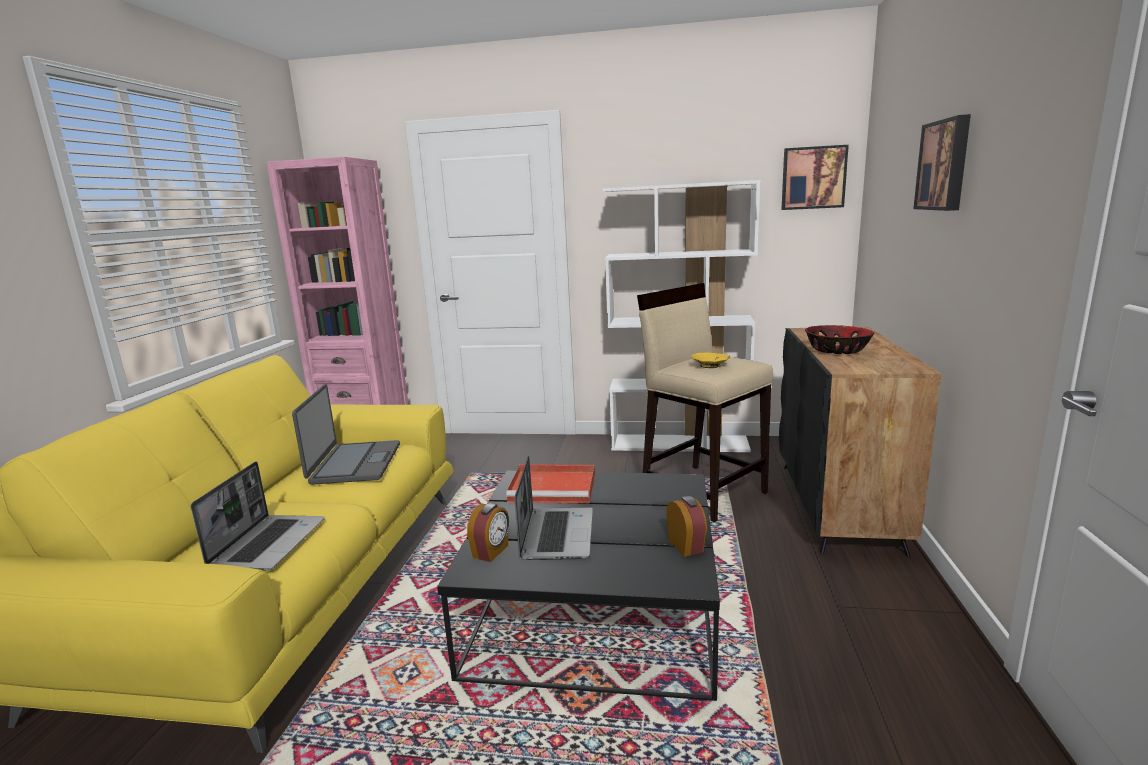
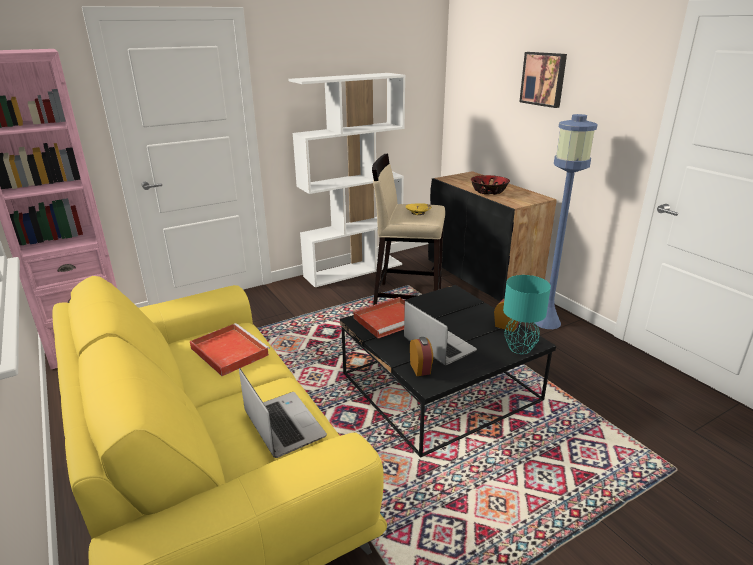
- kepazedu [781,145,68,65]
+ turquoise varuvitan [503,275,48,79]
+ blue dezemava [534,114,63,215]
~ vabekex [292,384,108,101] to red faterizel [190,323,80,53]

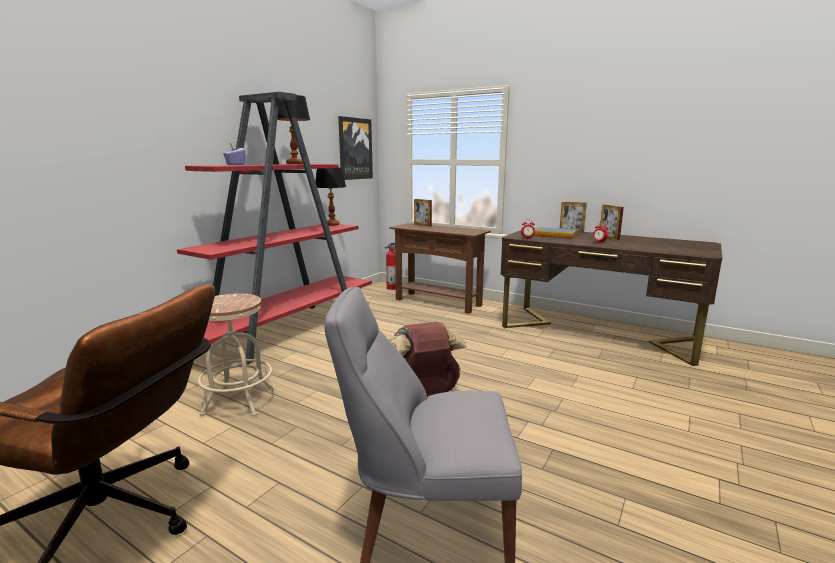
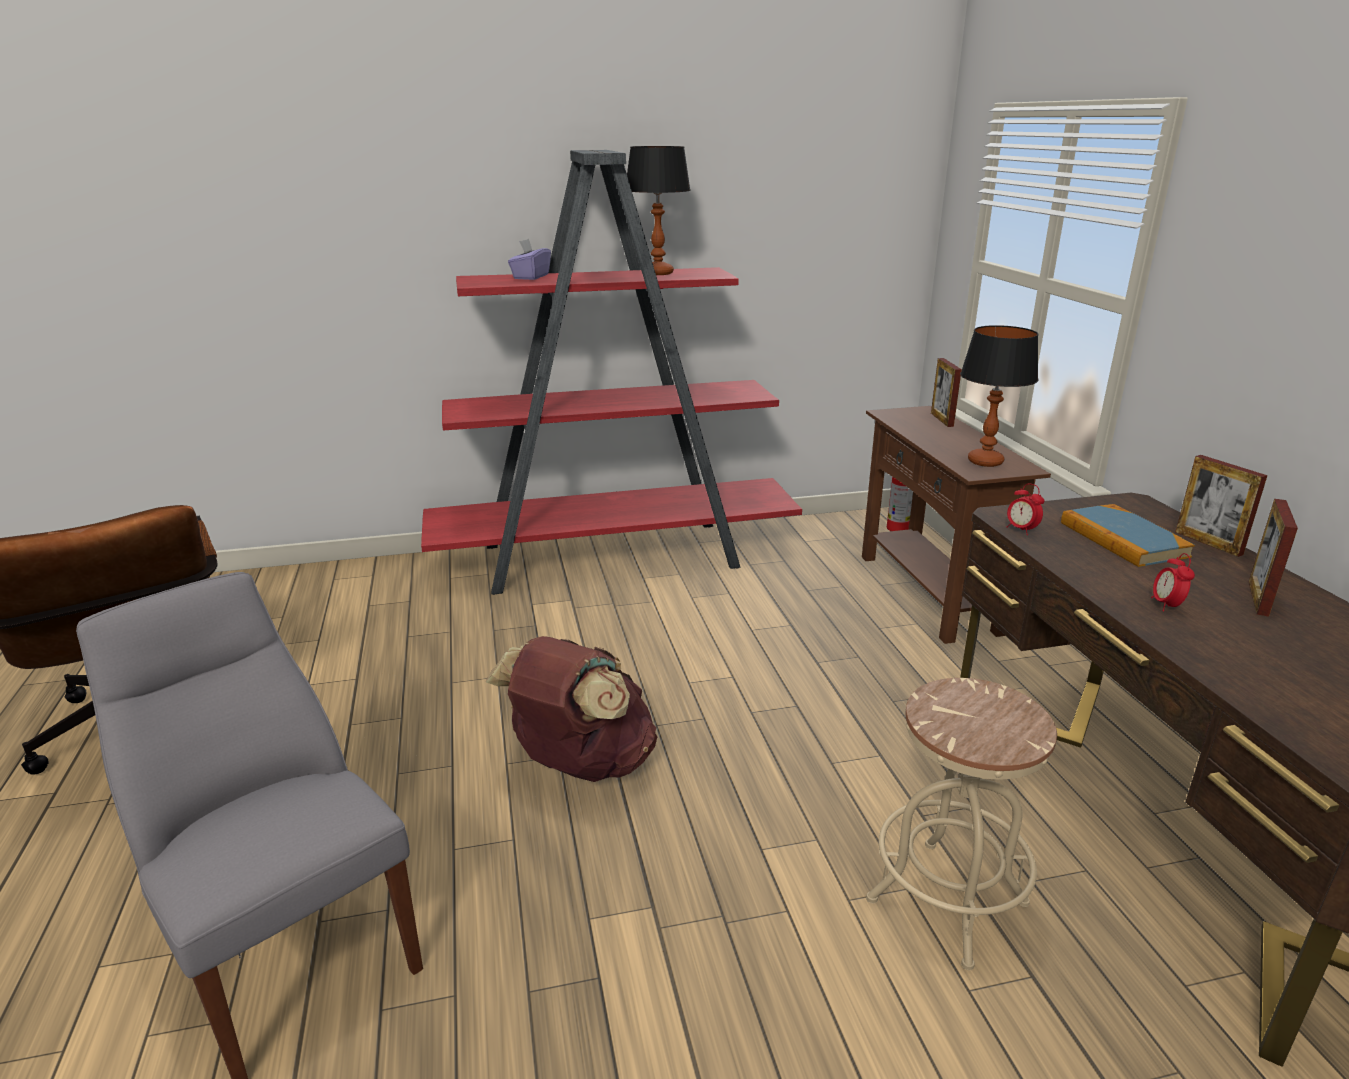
- kepazedu [338,116,35,64]
~ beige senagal [198,293,76,124] to [866,678,191,293]
~ varuvitan [315,167,31,59] to [960,325,78,142]

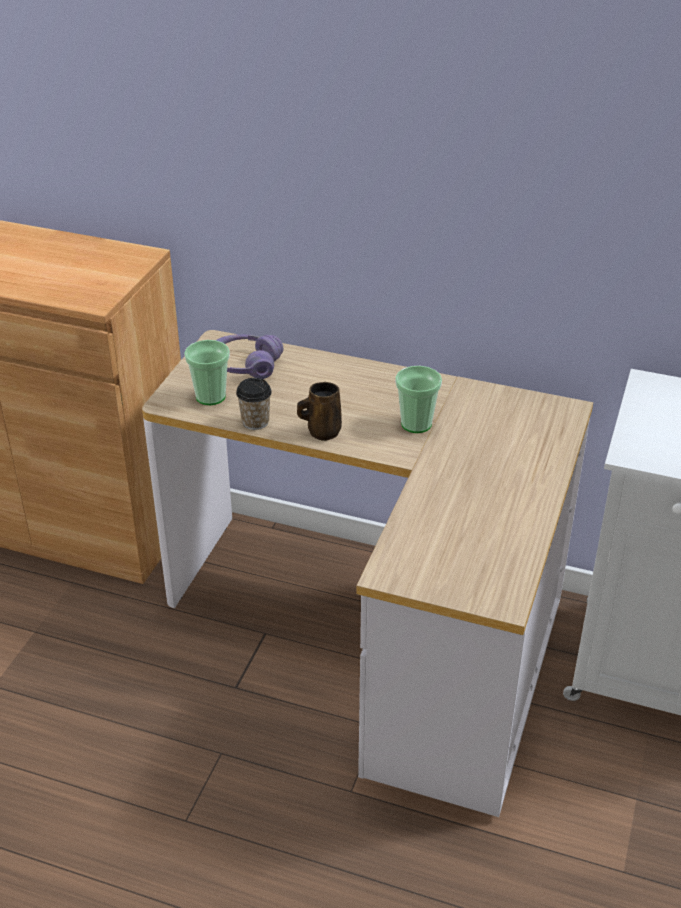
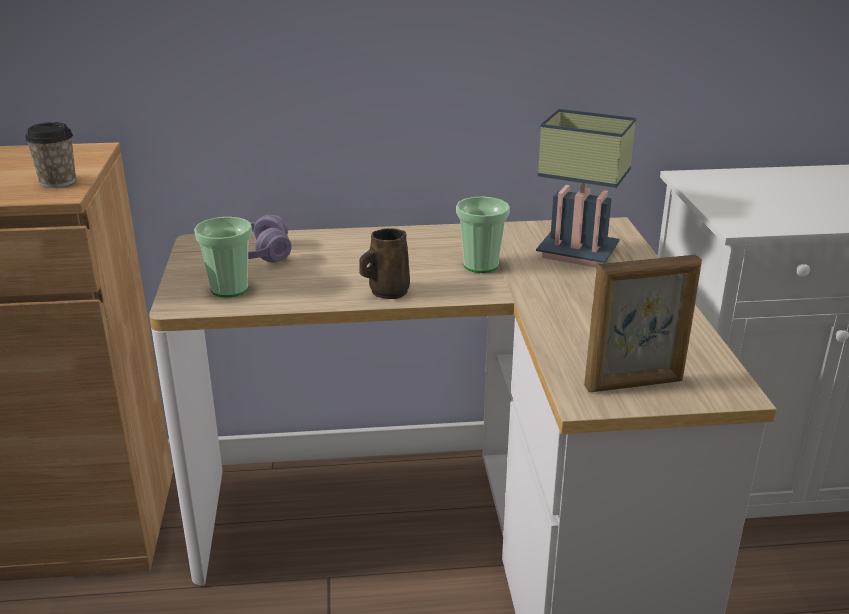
+ varuvitan [536,109,100,159]
+ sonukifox [584,255,118,137]
~ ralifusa [236,378,36,52] to [25,122,51,66]

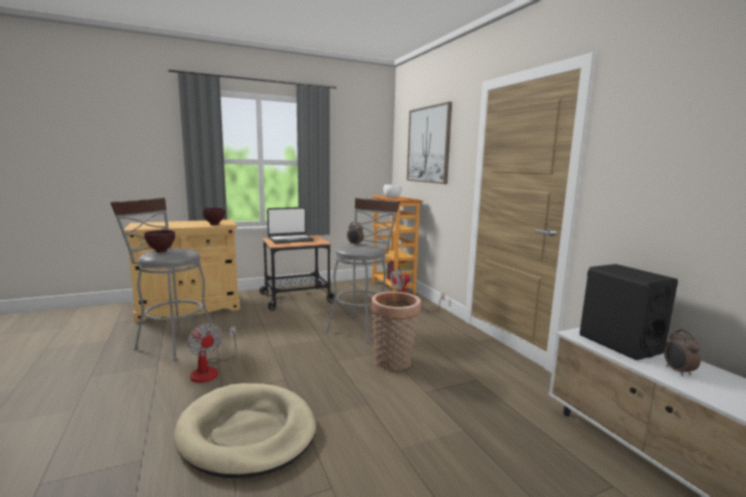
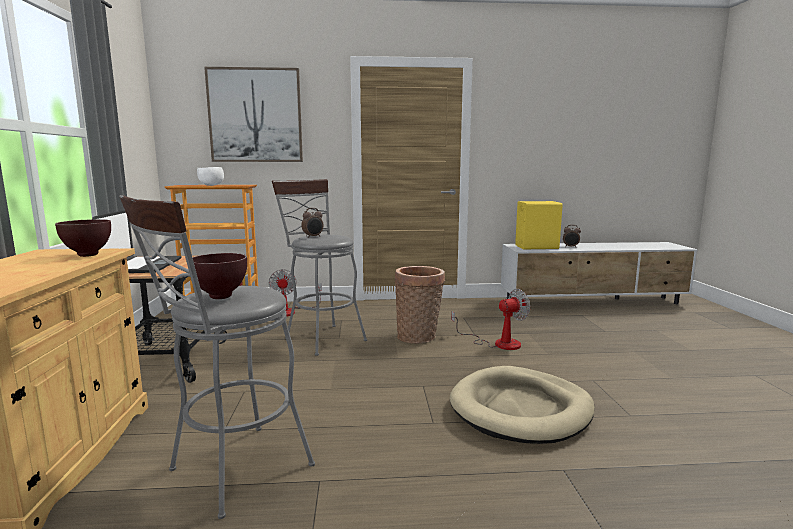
~ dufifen [187,323,50,60] to [451,289,80,61]
~ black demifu [580,264,98,96] to yellow demifu [515,201,48,48]

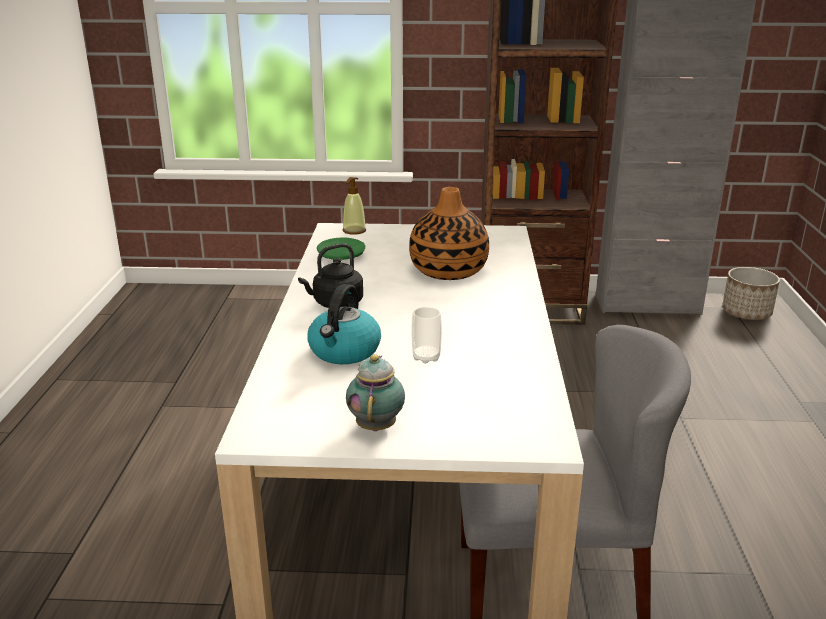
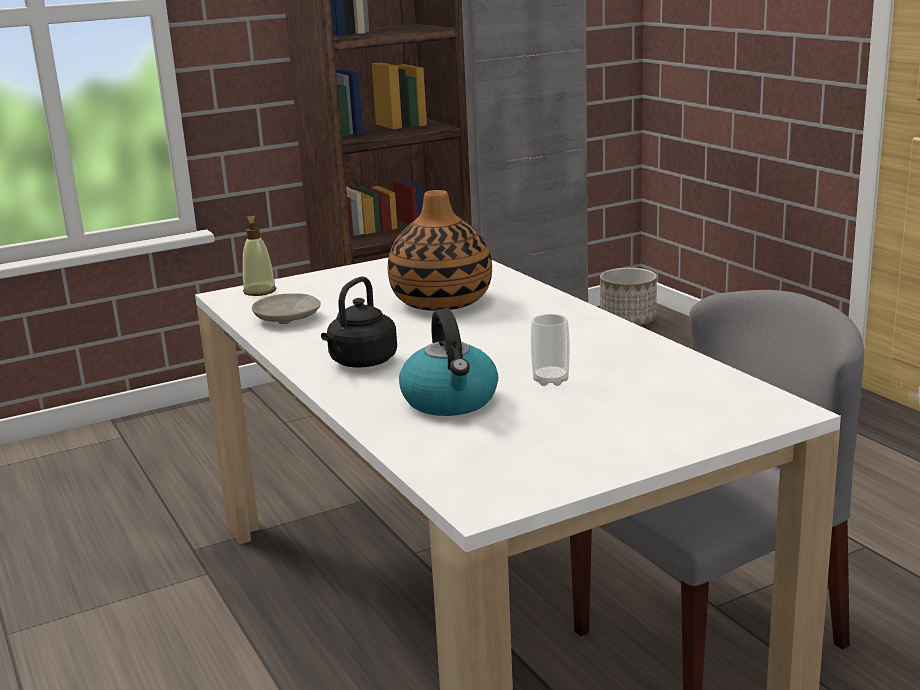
- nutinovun [346,354,59,77]
~ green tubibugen [317,238,48,22] to beige tubibugen [252,293,69,31]

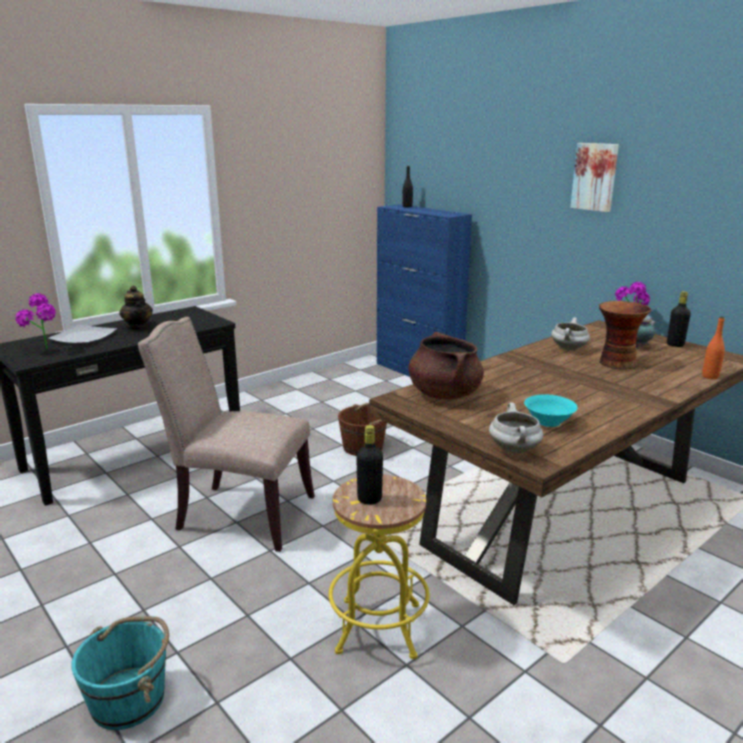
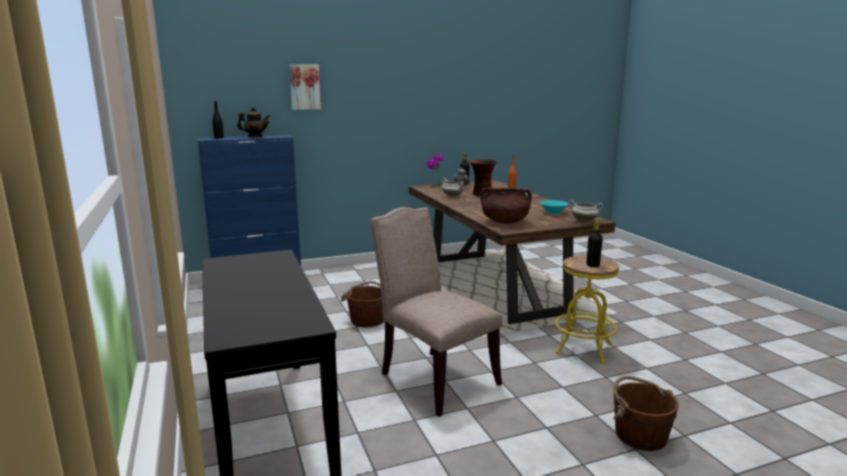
- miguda [15,293,41,56]
- tubibugen [48,325,69,19]
~ nutinovun [119,286,34,44] to [237,107,33,30]
~ kepazedu [570,143,49,69] to [289,64,32,46]
~ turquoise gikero [71,616,98,114] to brown gikero [613,376,66,75]
~ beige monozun [138,317,177,235] = [370,207,132,210] 105 degrees clockwise

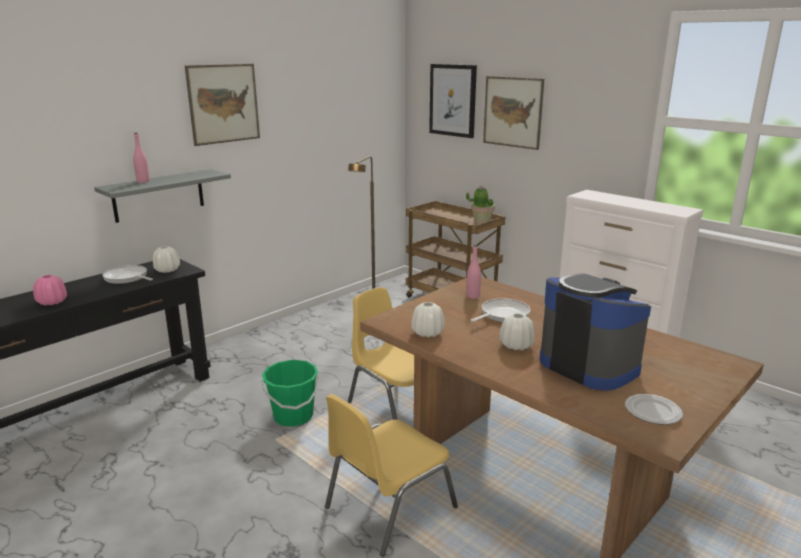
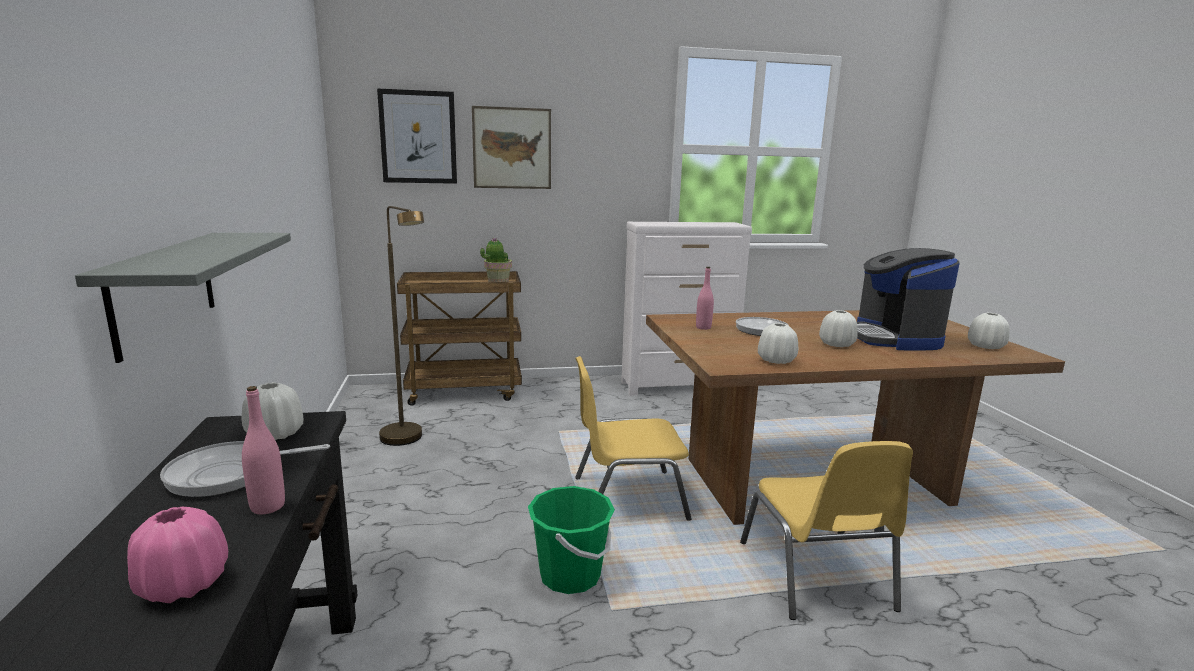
- kepazedu [185,64,75,82]
~ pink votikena [133,133,16,50] to [242,386,43,128]
~ tubibugen [625,394,58,31] to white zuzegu [968,313,42,36]
~ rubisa [540,273,111,118] = [857,248,103,103] 90 degrees counterclockwise

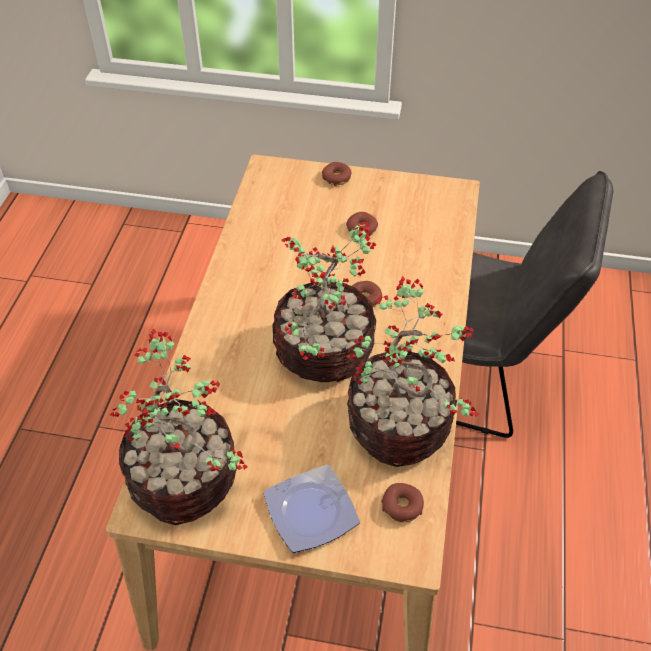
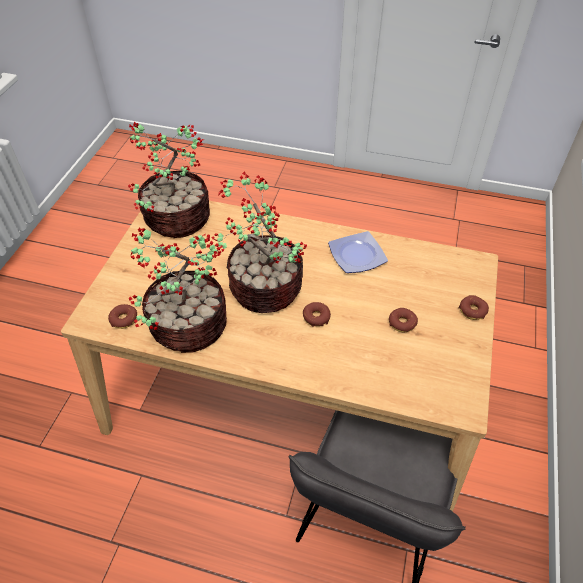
~ tubibugen [263,465,97,88] to [328,231,60,42]

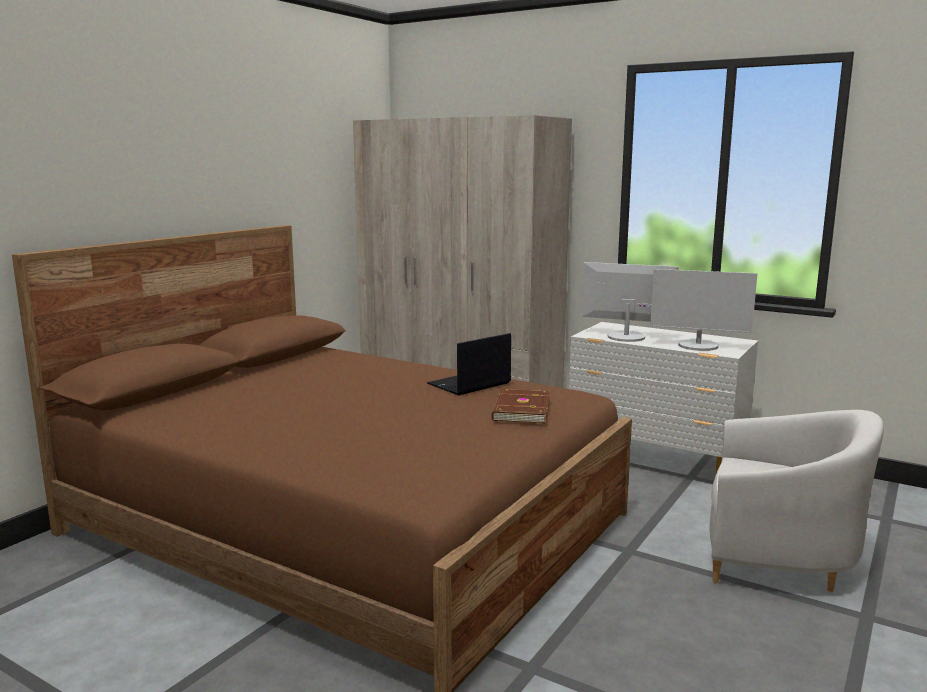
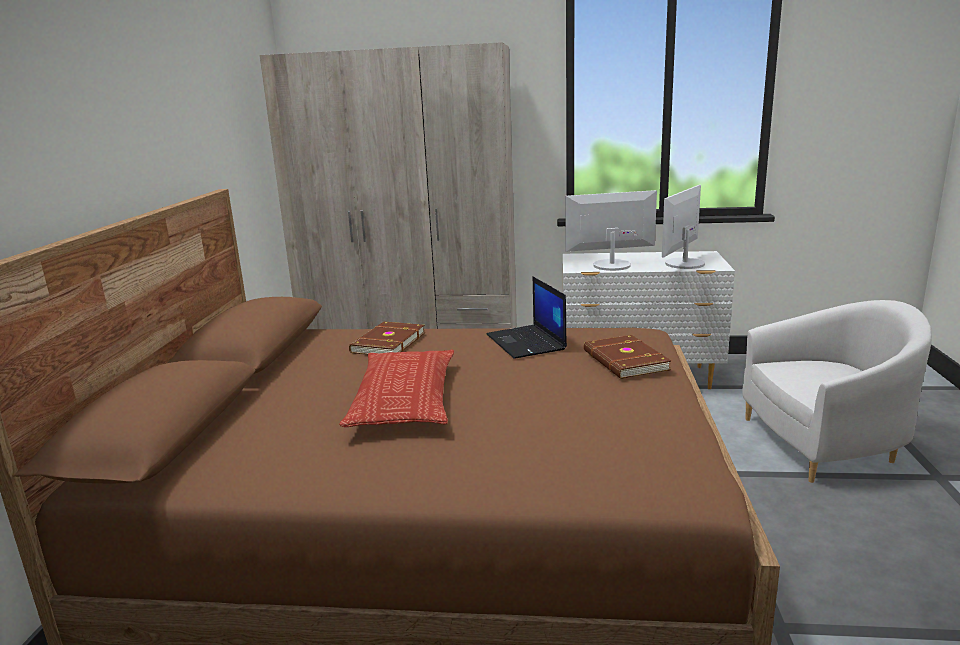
+ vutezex [339,349,115,78]
+ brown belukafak [349,321,76,34]
~ vabekex [427,333,84,62] = [487,276,80,82] 45 degrees counterclockwise
~ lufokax [650,269,107,82] = [662,185,43,84] 135 degrees clockwise

